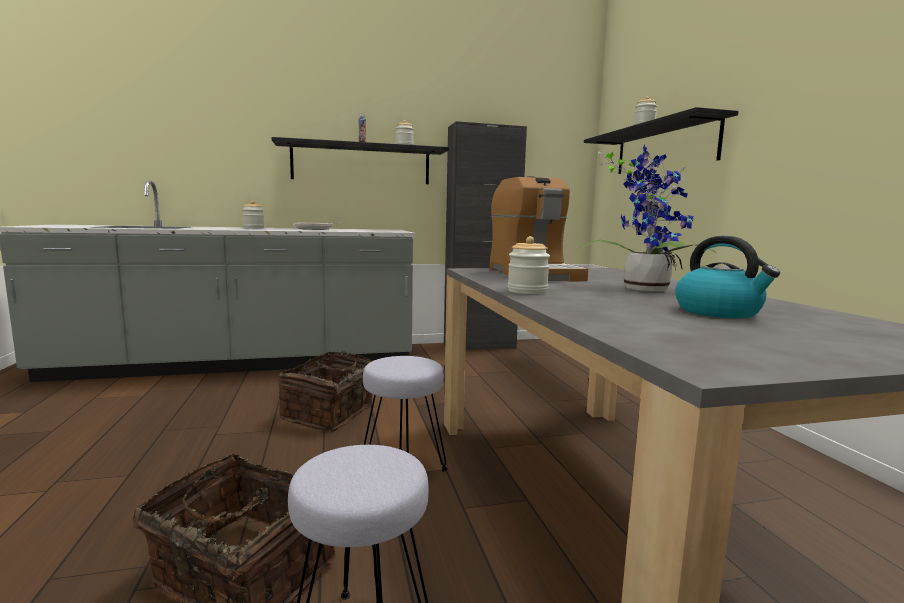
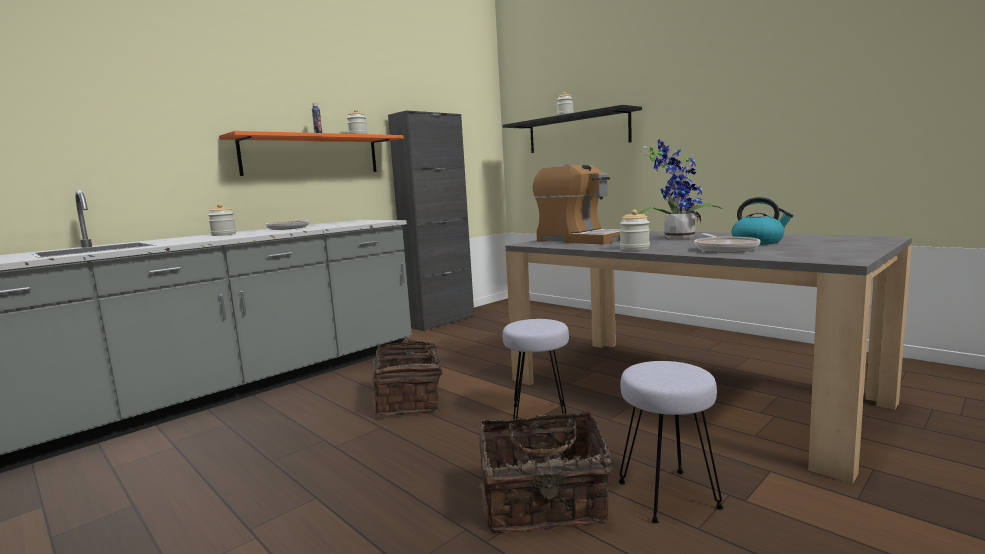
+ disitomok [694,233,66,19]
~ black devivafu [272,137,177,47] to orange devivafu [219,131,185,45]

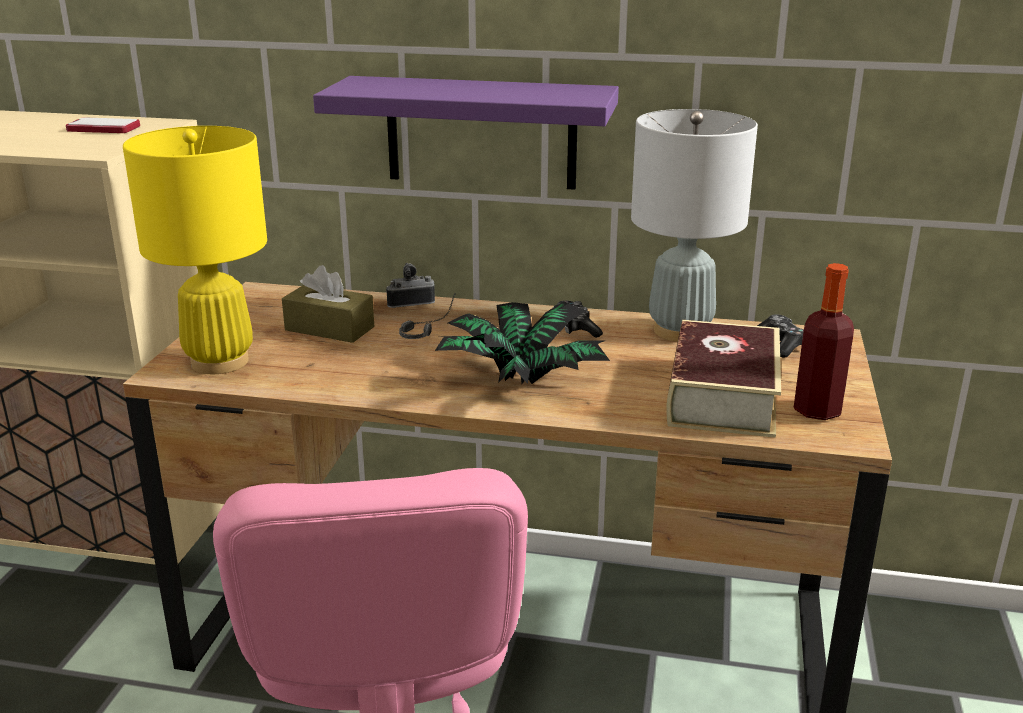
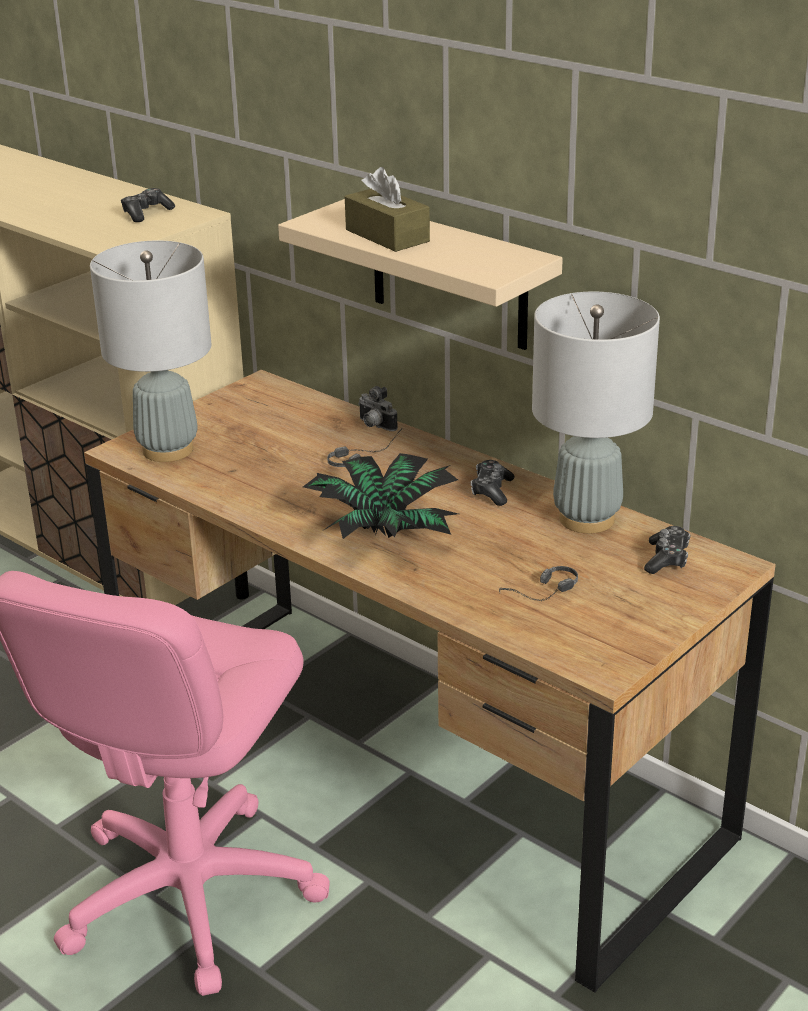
- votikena [794,263,60,157]
~ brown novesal [282,265,92,78] to [345,167,85,85]
~ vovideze [66,117,74,16] to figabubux [121,188,54,34]
~ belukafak [666,320,115,118] to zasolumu [499,566,79,35]
~ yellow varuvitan [123,126,144,248] to grey varuvitan [90,241,121,221]
~ purple devivafu [313,76,306,114] to beige devivafu [278,199,285,151]
~ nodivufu [386,263,49,45] = [358,386,40,45] 150 degrees counterclockwise

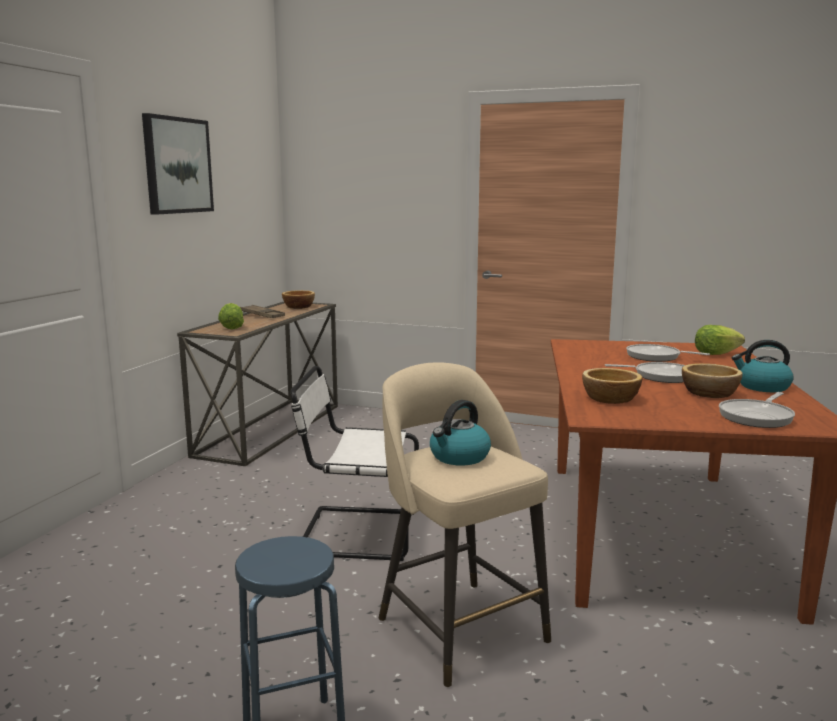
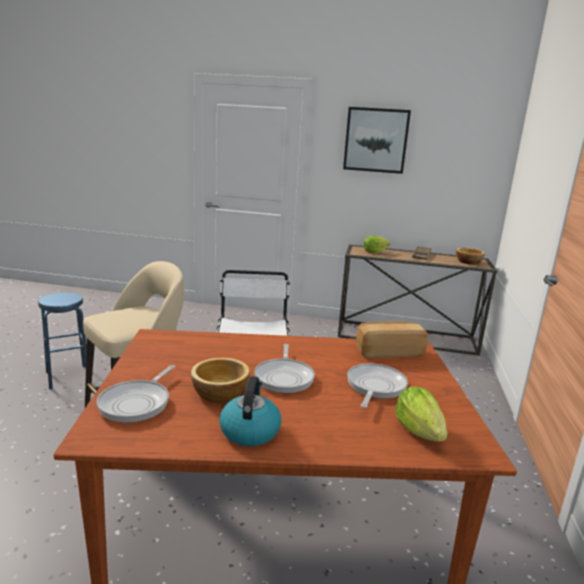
- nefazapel [430,400,61,66]
- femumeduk [582,368,60,36]
+ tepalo [356,322,72,36]
~ disitomok [719,392,76,36] = [97,365,78,58] 105 degrees counterclockwise

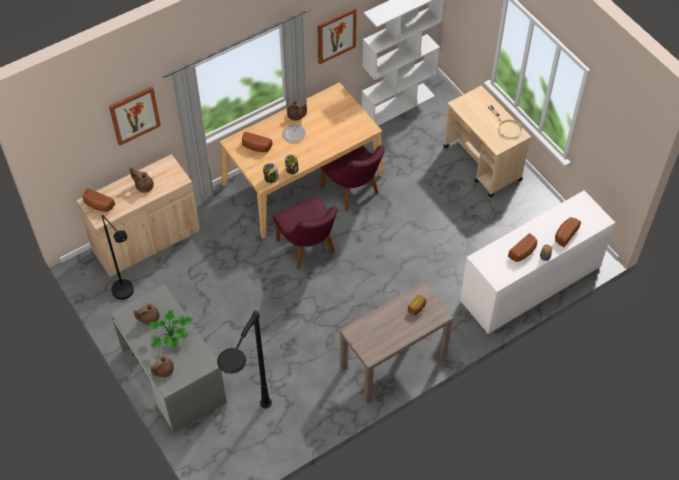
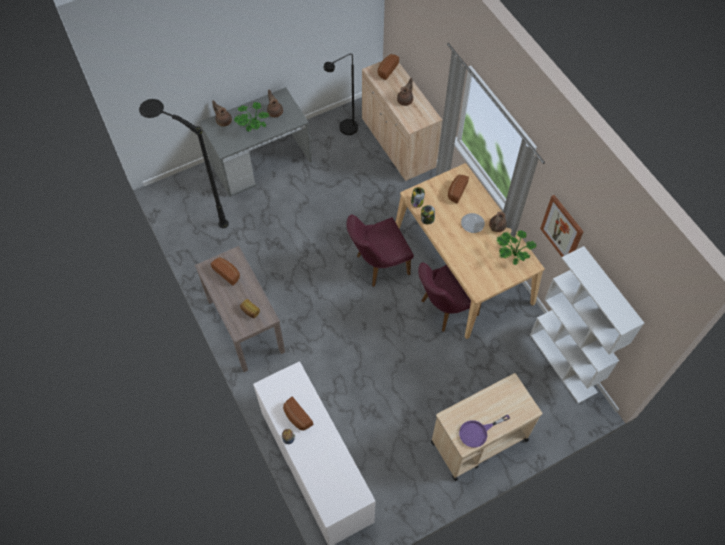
- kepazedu [109,86,52,60]
+ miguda [496,230,41,35]
~ tepalo [555,217,26,30] to [211,257,29,29]
~ beige disitomok [488,105,34,33] to purple disitomok [459,414,51,34]

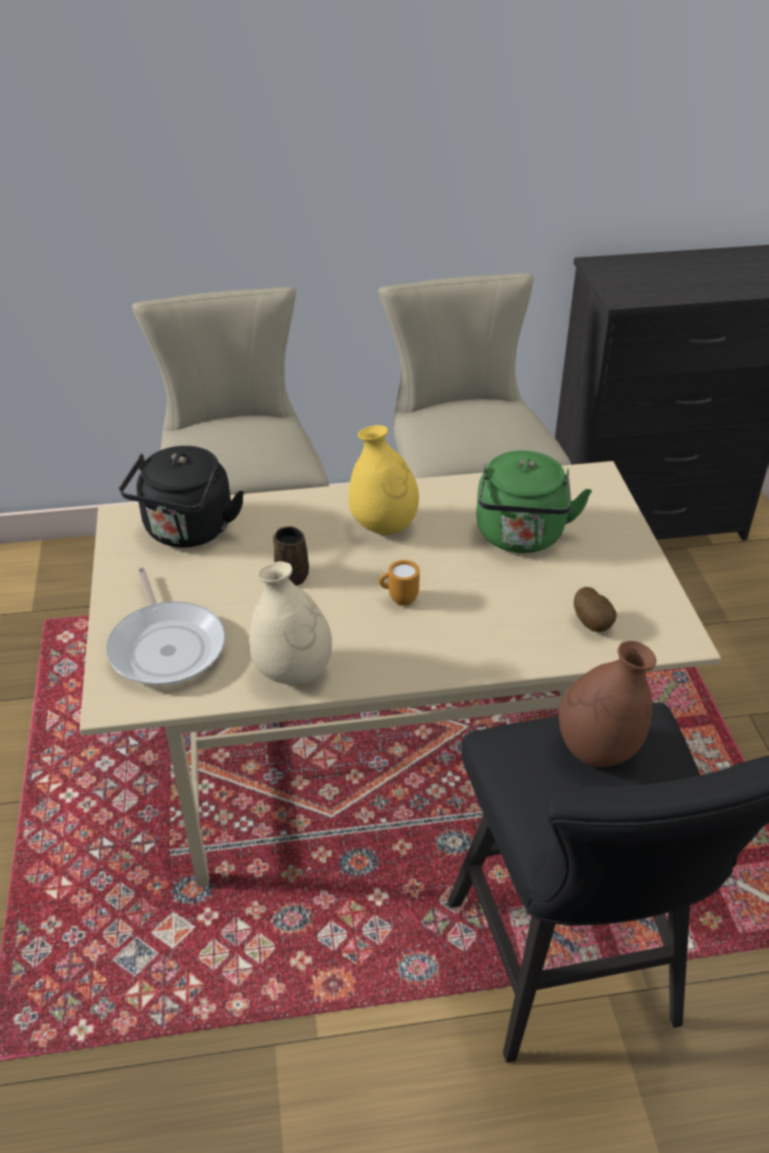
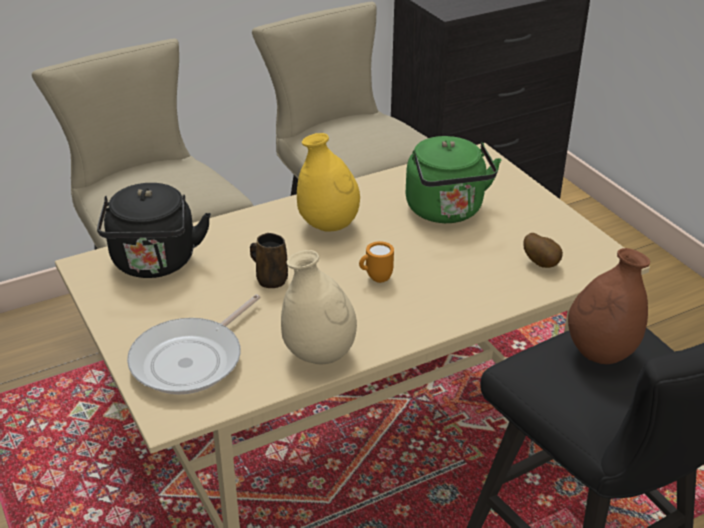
~ disitomok [106,567,120,119] = [127,294,133,101] 75 degrees clockwise

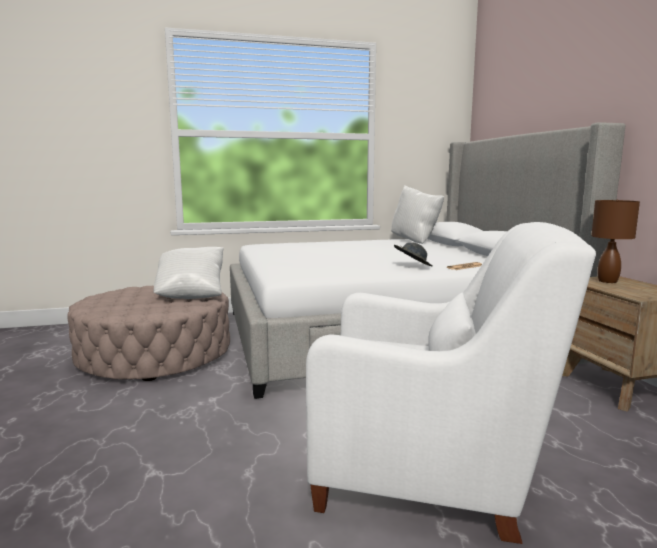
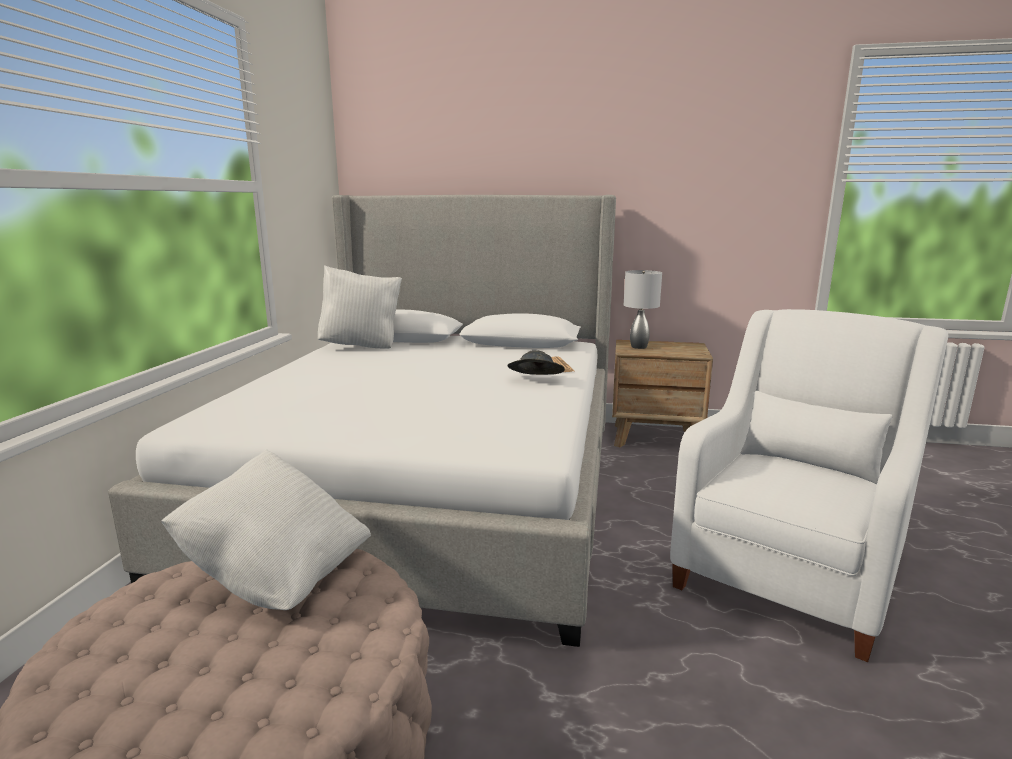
~ brown varuvitan [591,200,49,83] to grey varuvitan [624,270,38,79]

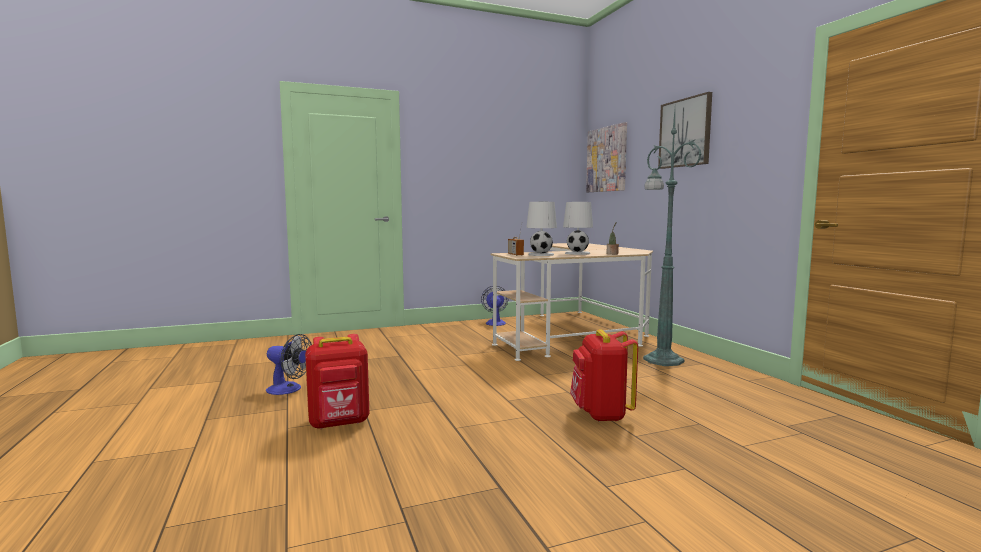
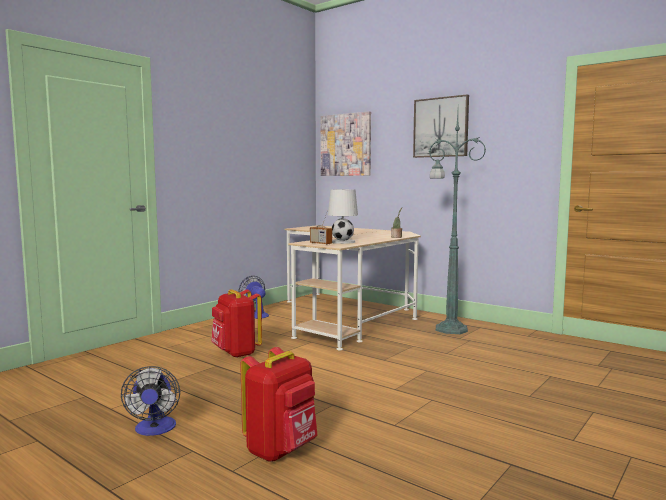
- white varuvitan [563,202,30,53]
~ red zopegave [570,329,68,93] to [211,289,51,69]
~ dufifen [266,334,46,61] = [121,366,59,70] 90 degrees clockwise

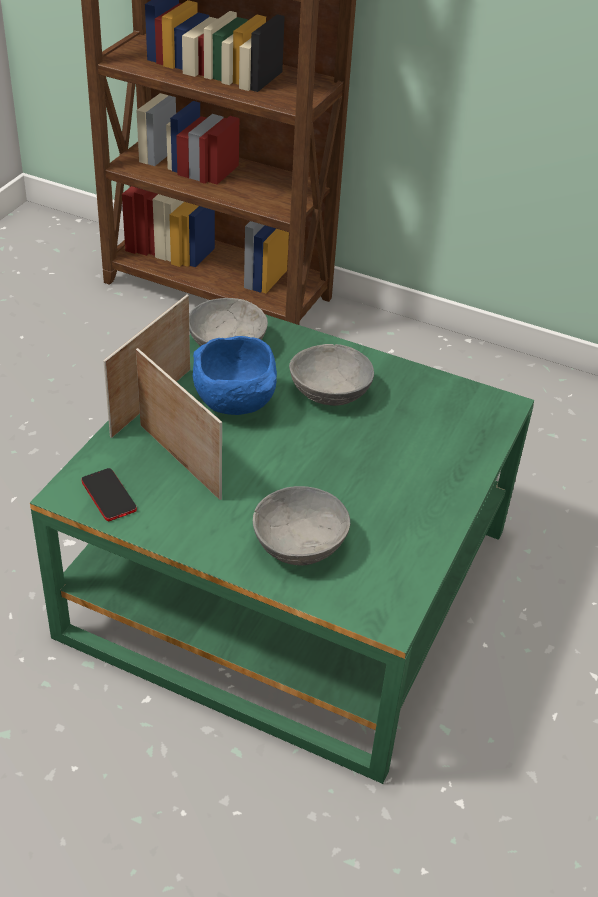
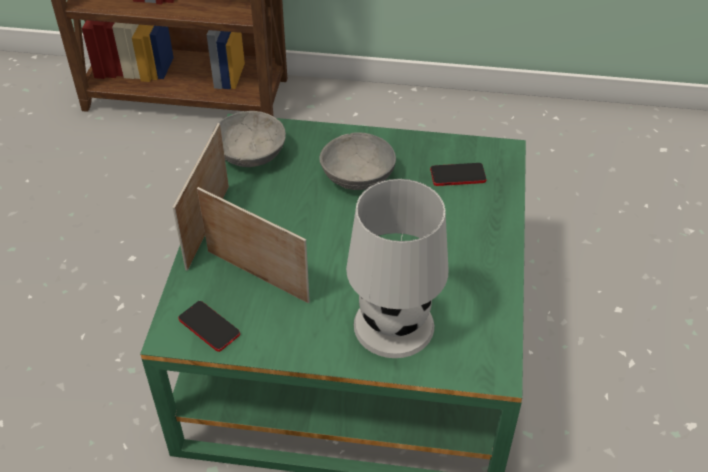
- blue femumeduk [193,336,84,79]
+ vovideze [430,163,57,23]
~ grey femumeduk [253,486,98,80] to white varuvitan [346,179,103,179]

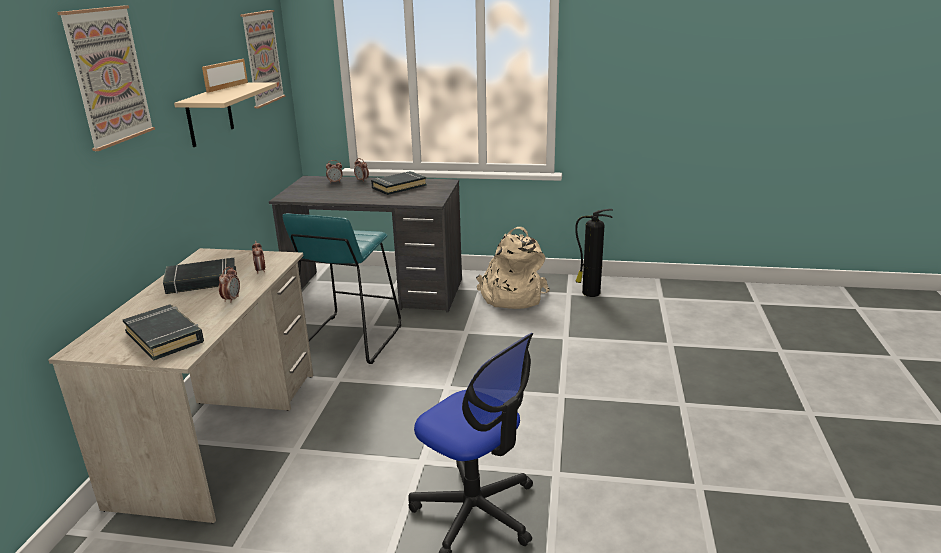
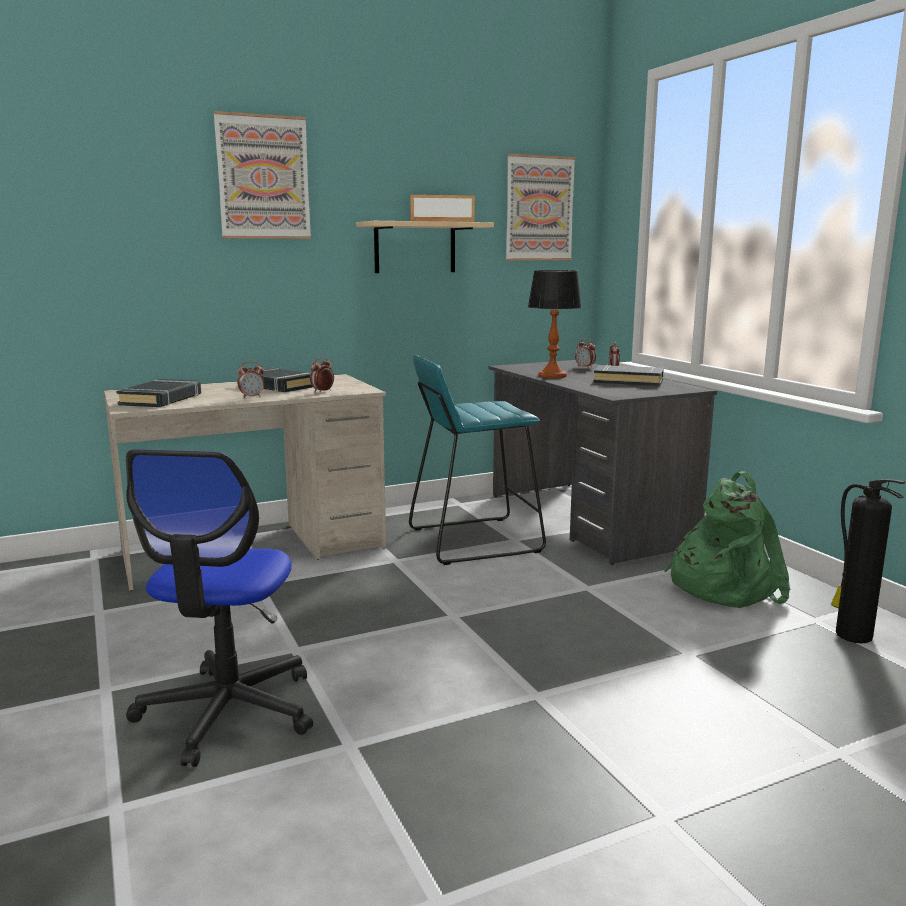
+ varuvitan [528,270,54,108]
~ beige zopegave [476,227,74,82] to green zopegave [664,471,127,137]

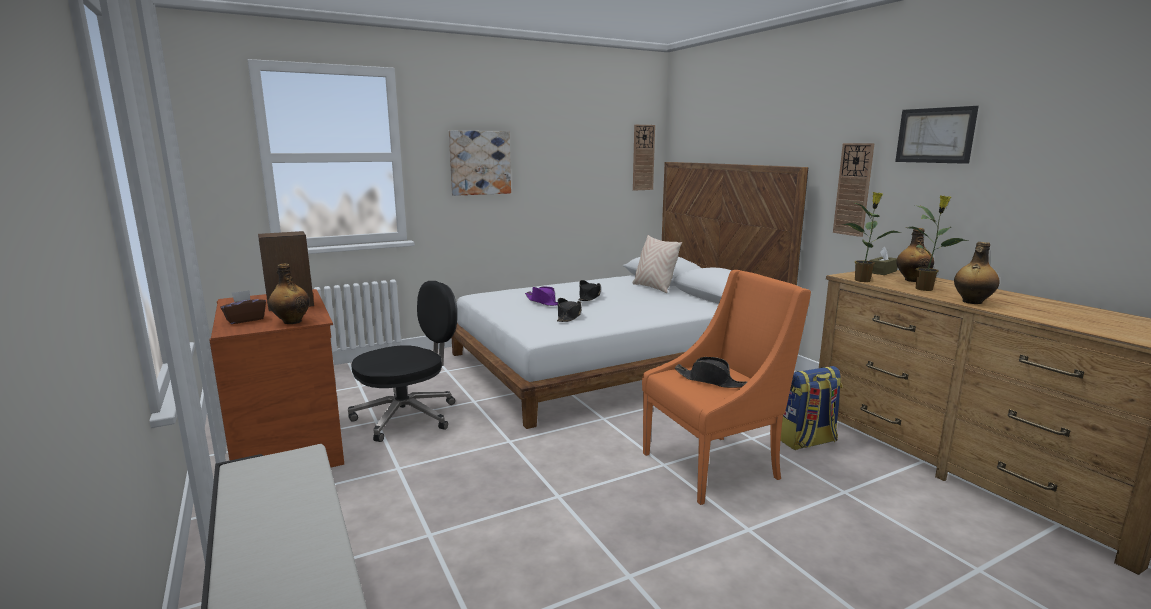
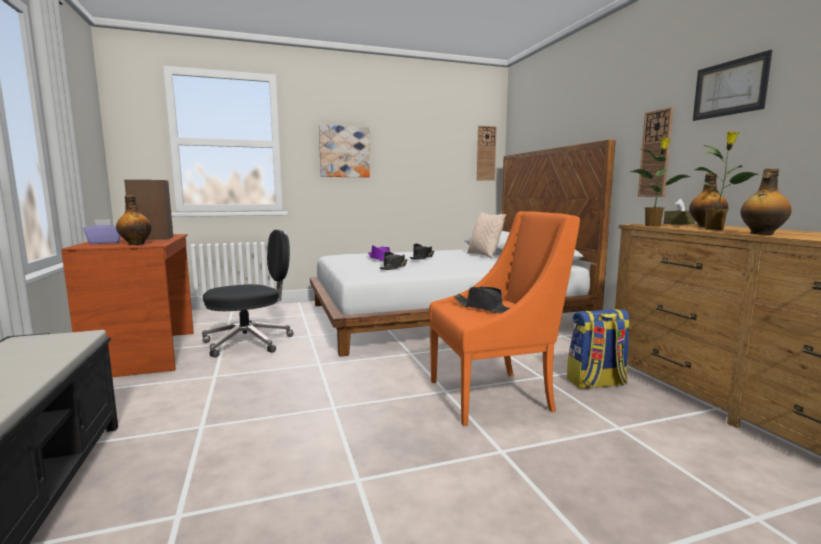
~ brown novesal [220,290,46,34] to purple novesal [84,219,36,25]

